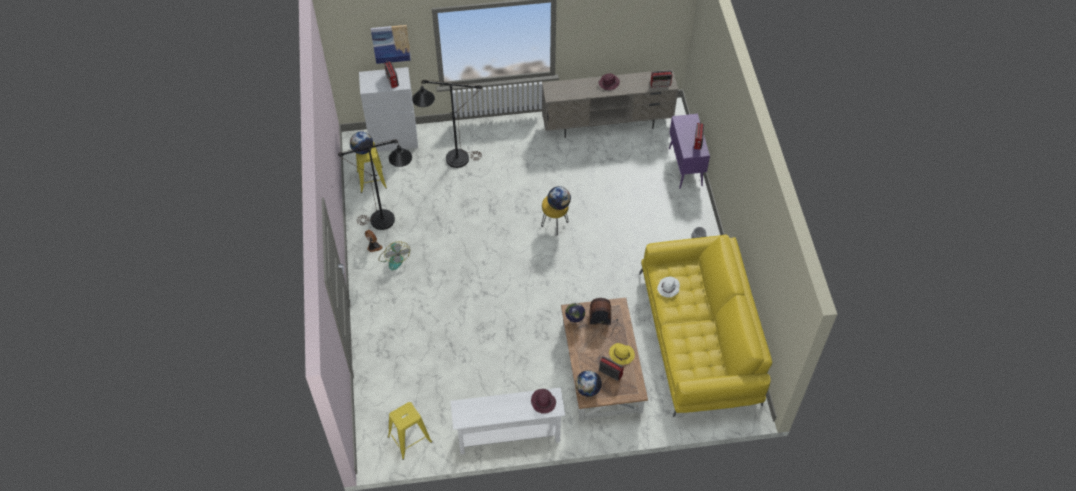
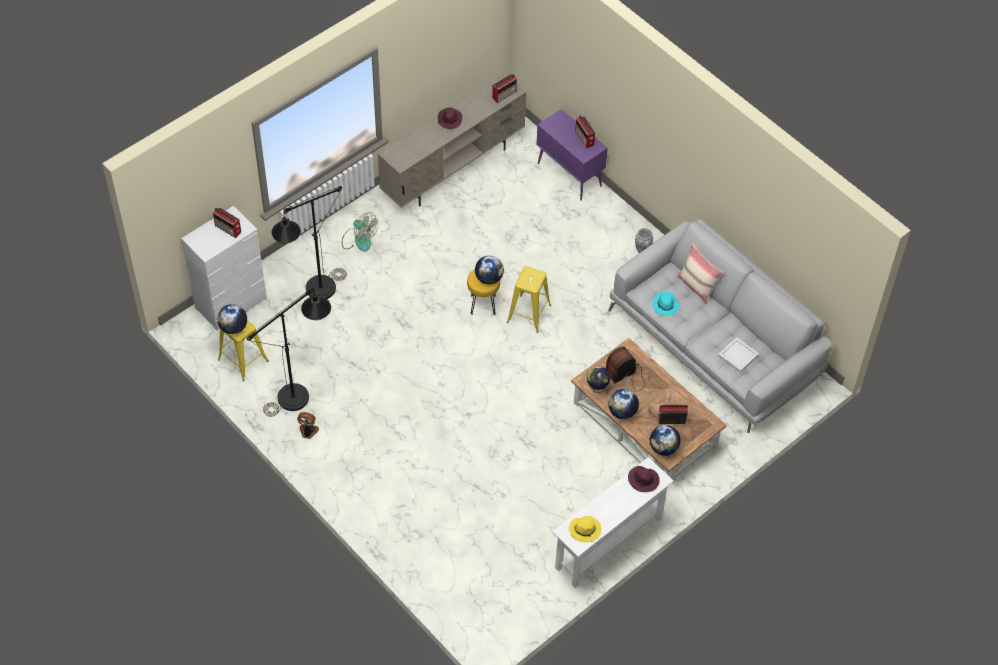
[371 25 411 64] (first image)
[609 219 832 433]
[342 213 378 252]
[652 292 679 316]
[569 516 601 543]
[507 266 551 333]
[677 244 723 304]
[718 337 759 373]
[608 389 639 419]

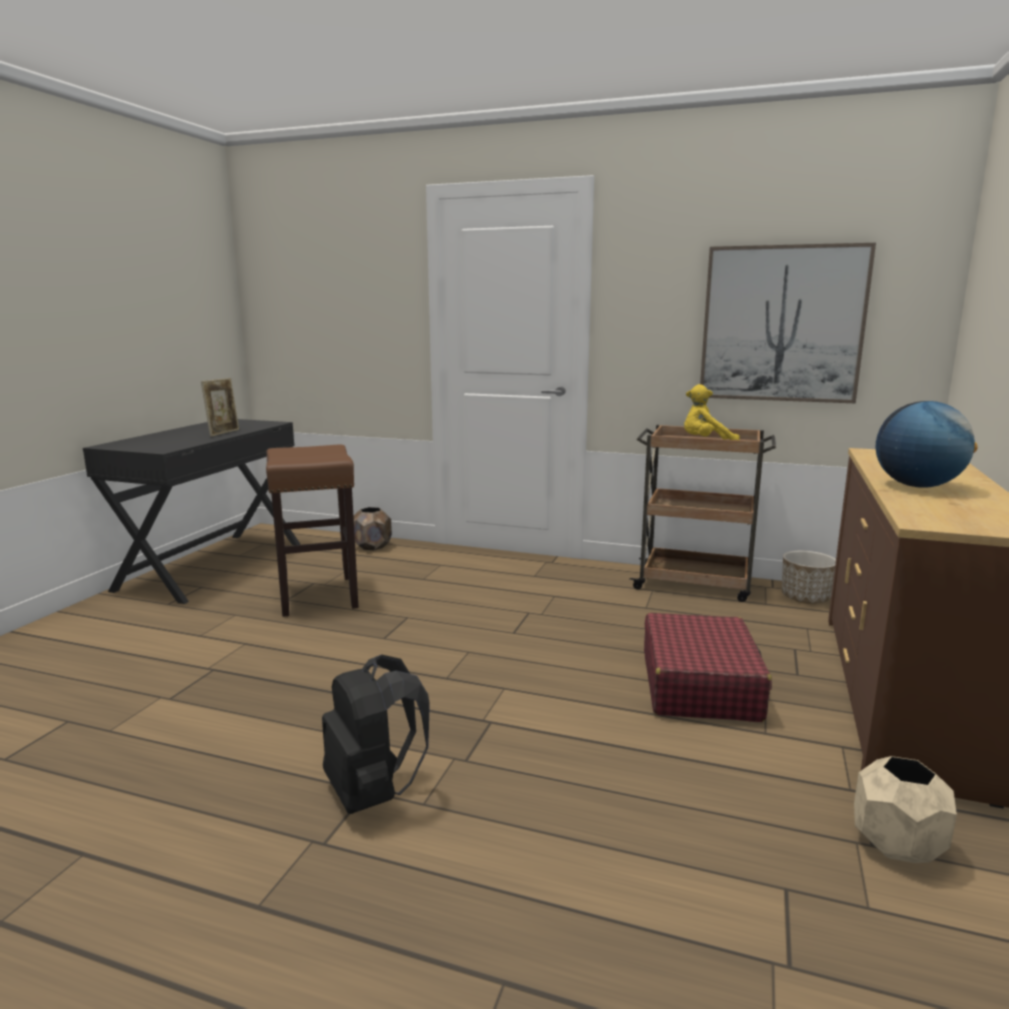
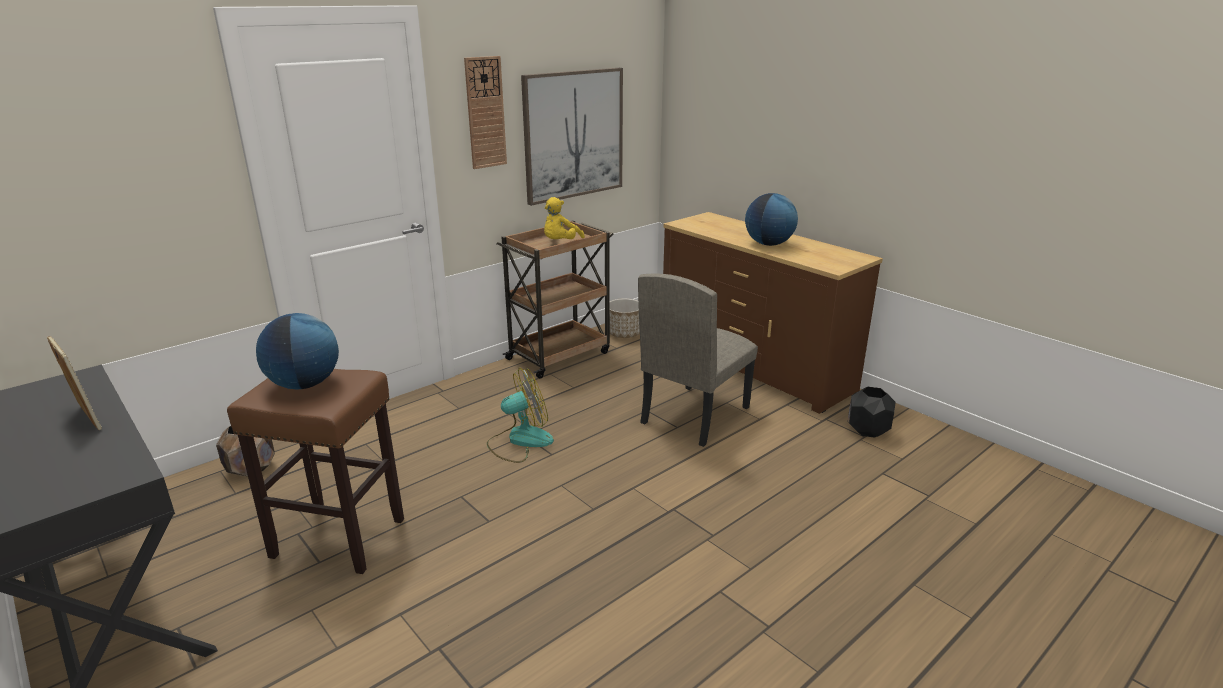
[638 274 758 447]
[322 655 430 814] (first image)
[848 387 896 438]
[464 56 507 169]
[256 313 339 390]
[487 367 554 463]

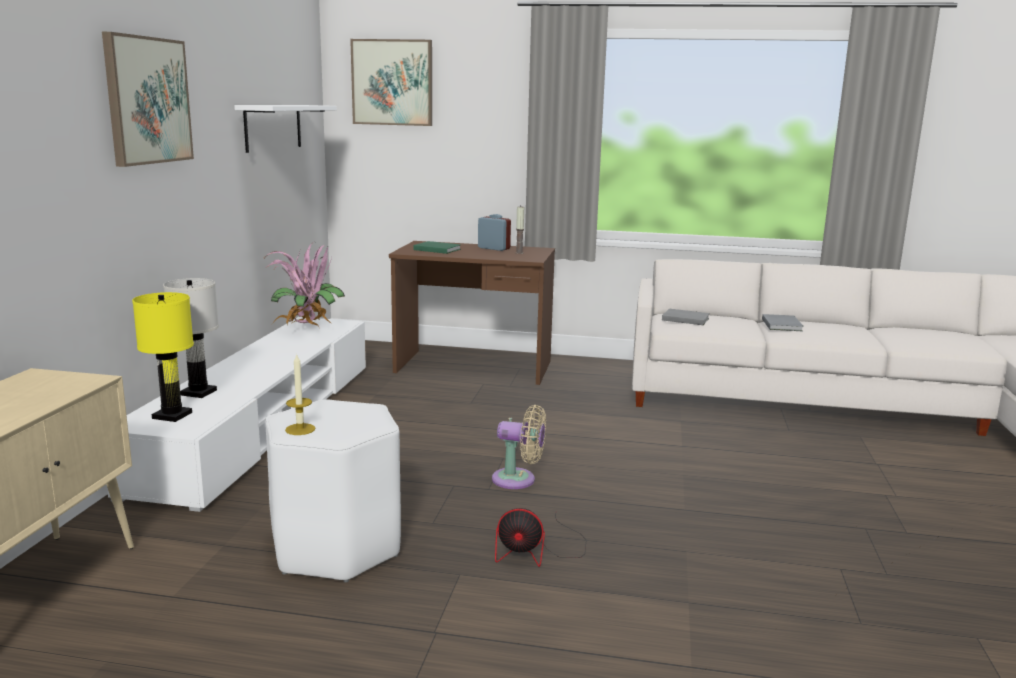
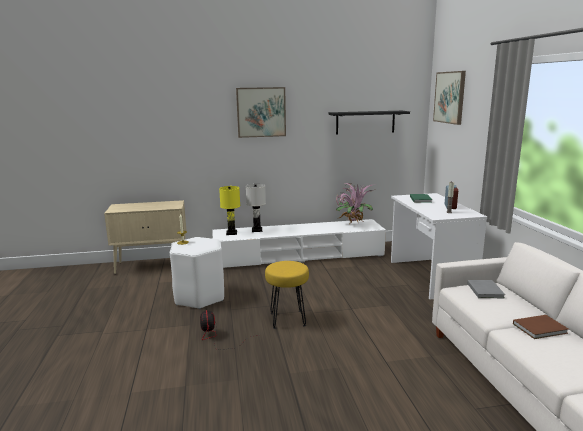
[328 111 410 134]
[391 193 487 299]
[513 315 569 339]
[265 261 309 329]

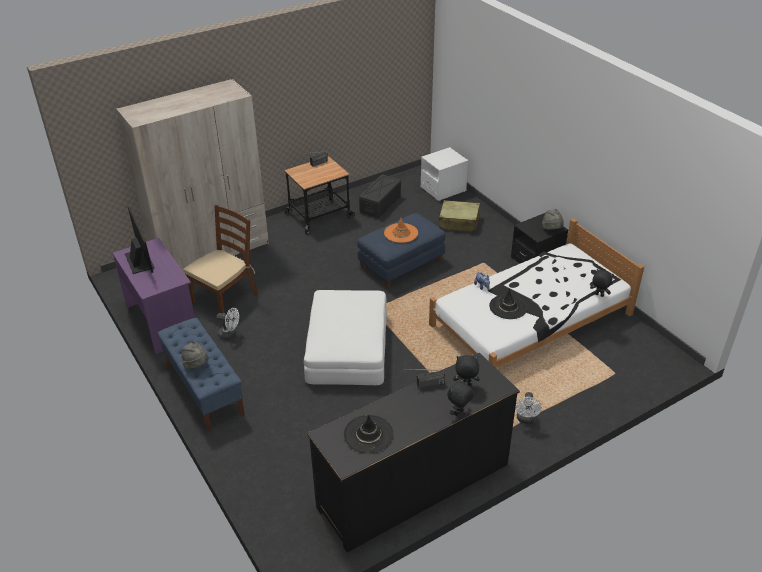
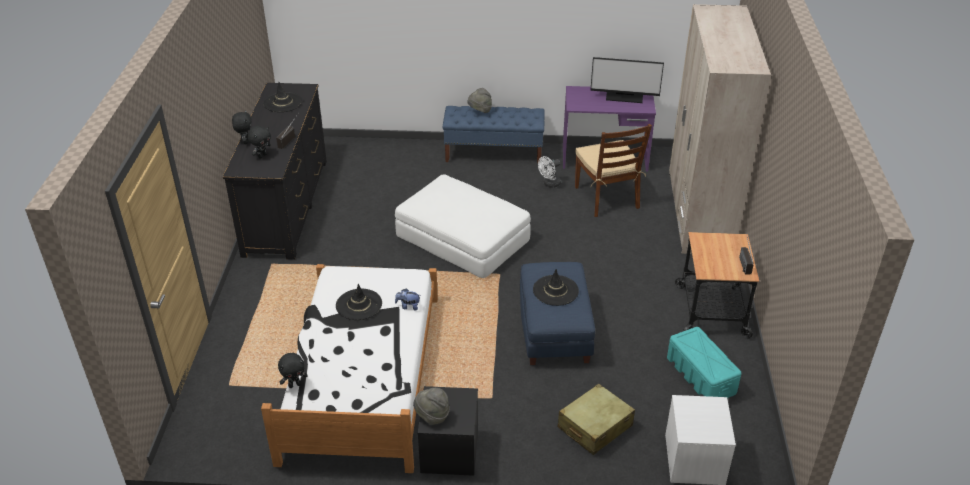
[667 327 742 398]
[533 269 579 306]
[515 392 542 424] (first image)

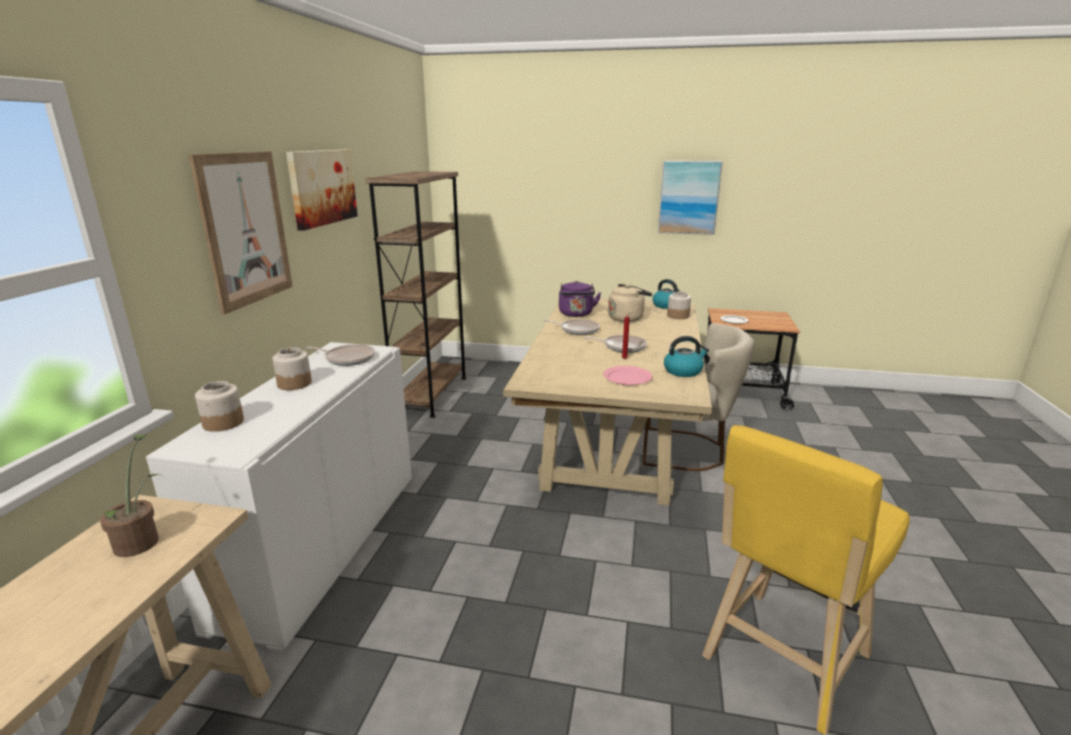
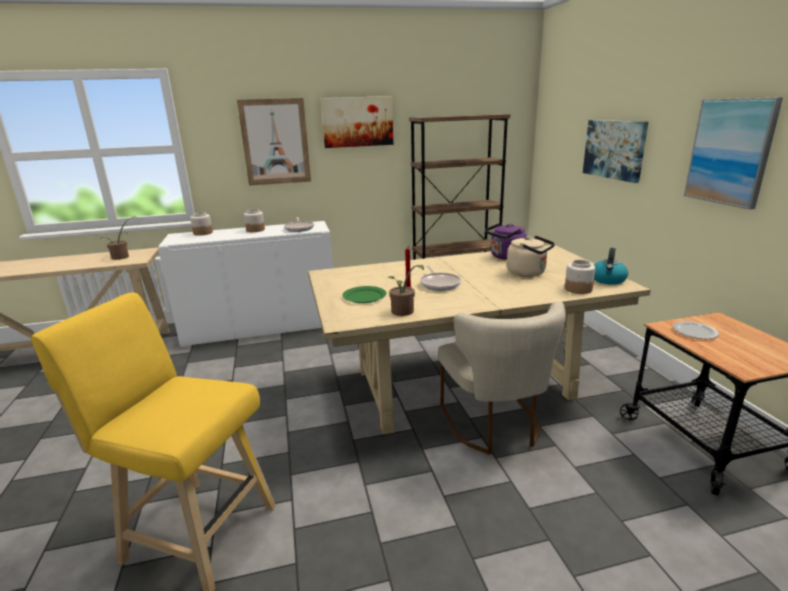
[543 319 600 335] (first image)
[388 265 424 316]
[342 286 386 303]
[583 120 648 183]

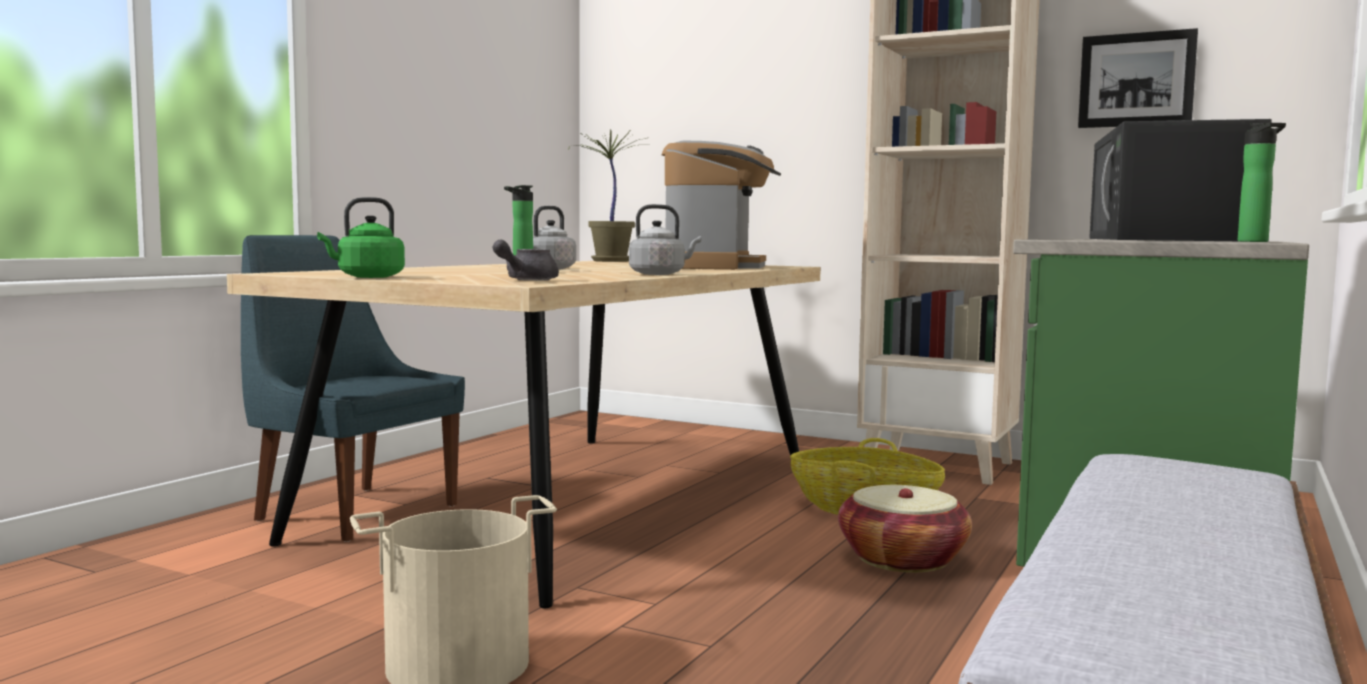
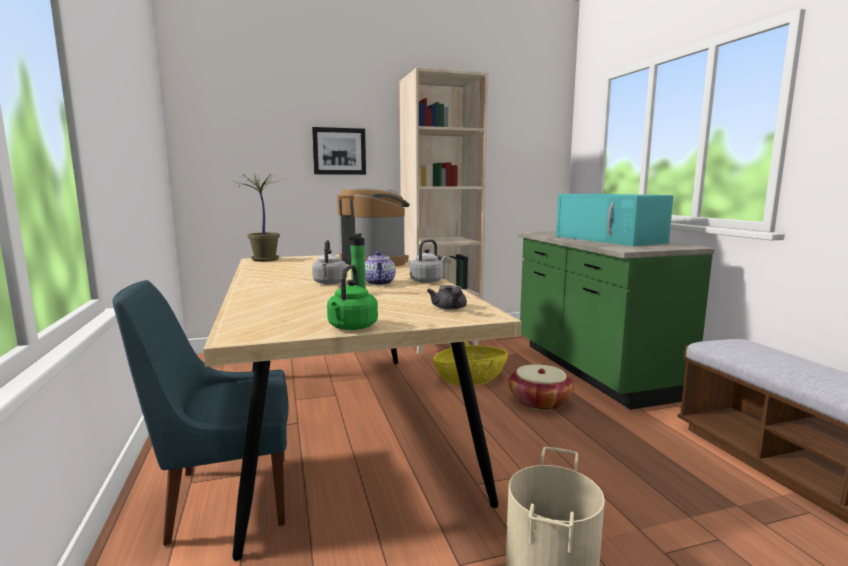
[312 127 366 175]
[556 194 674 246]
[1238 123 1286 242] (first image)
[365 251 396 285]

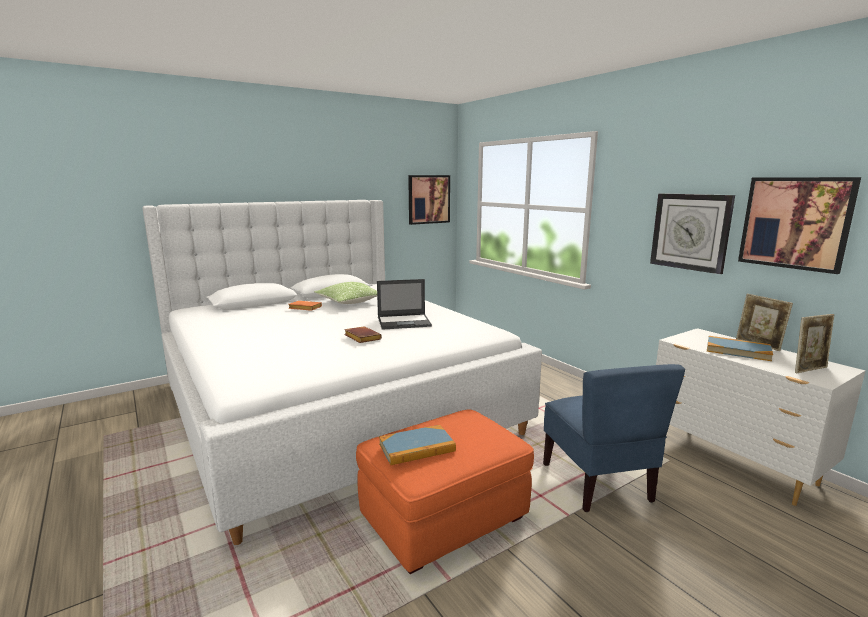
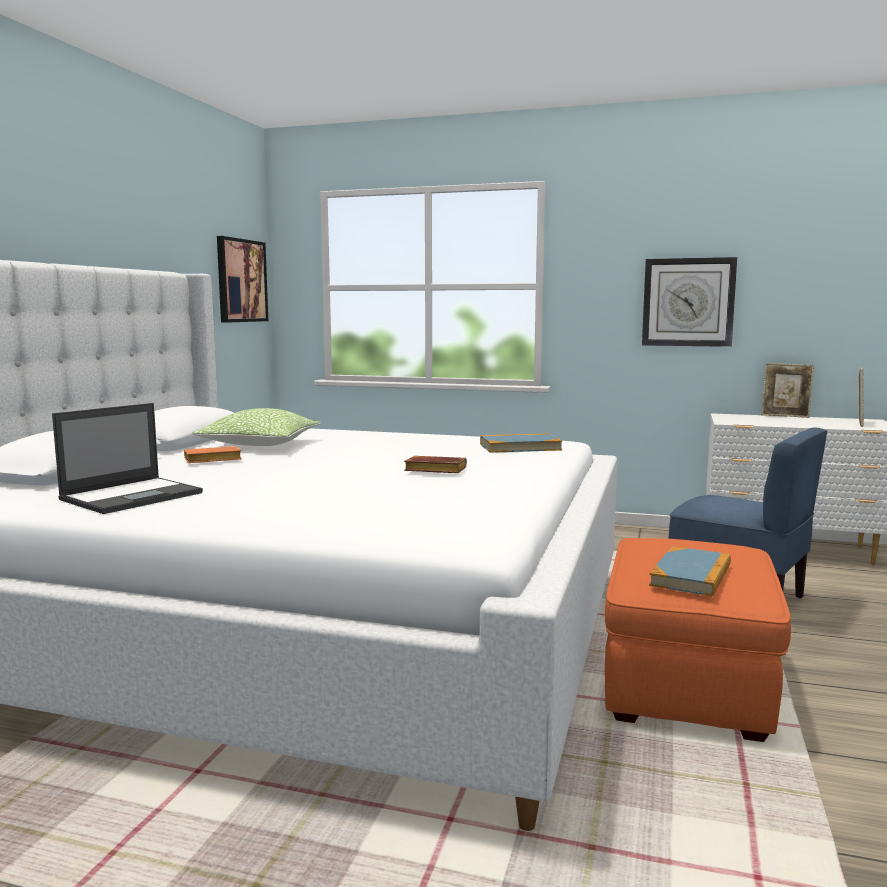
[738 177 861 274] (first image)
[52 403 203 514]
[480 433 562 453]

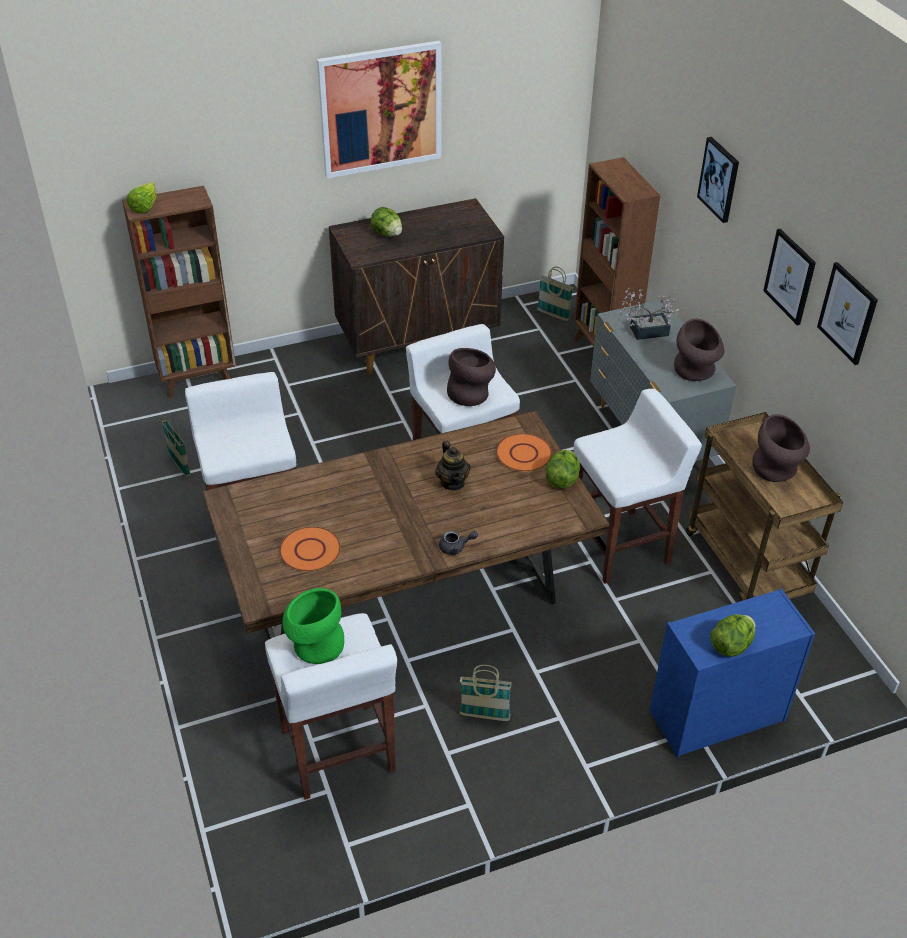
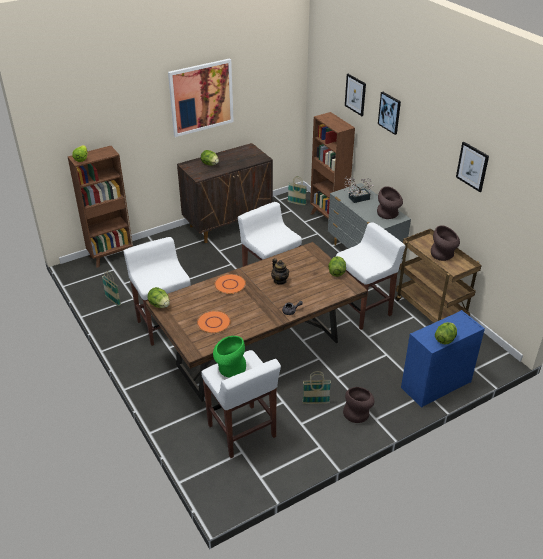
[345 74 366 116]
[343 387 375 423]
[214 274 246 294]
[147 287 170 308]

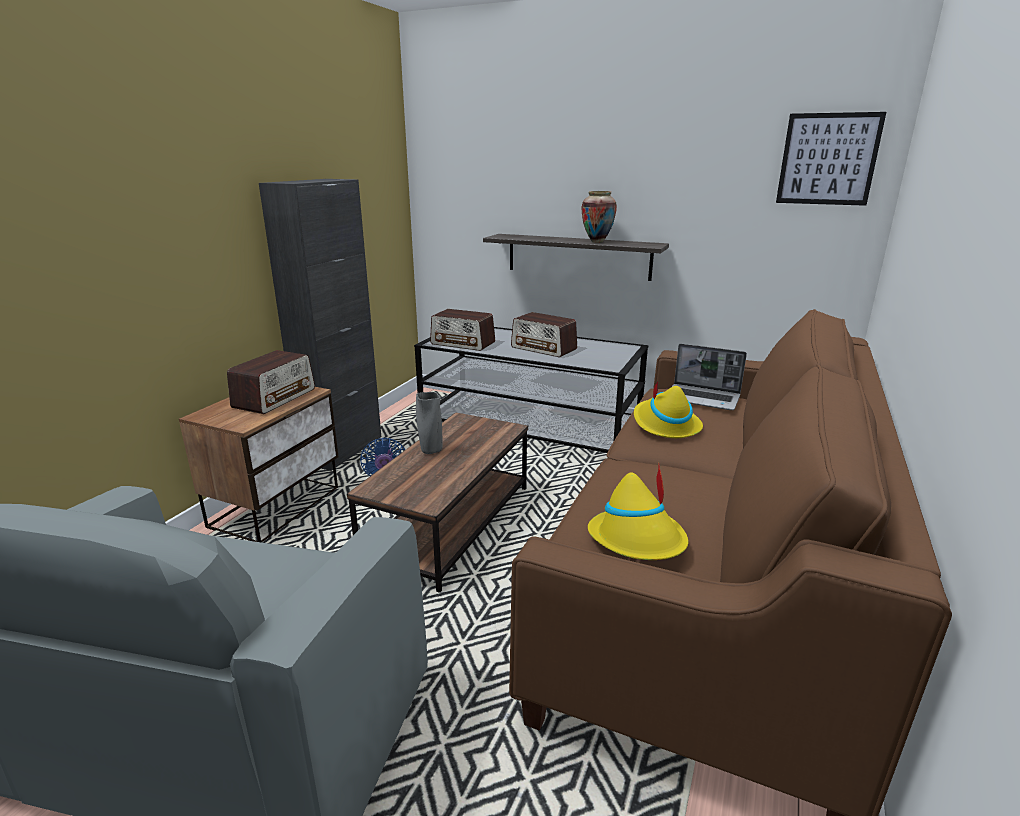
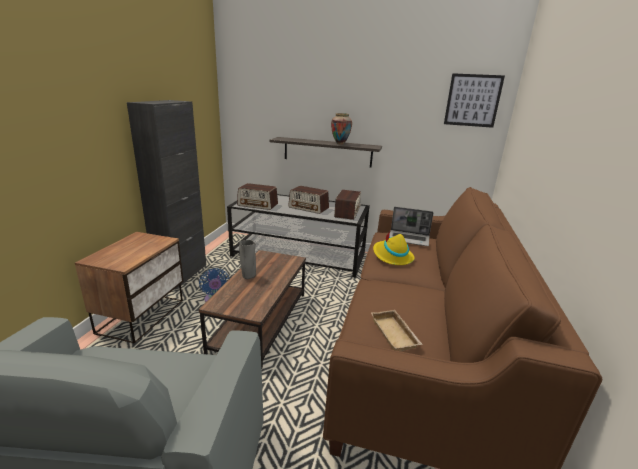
[334 190 361 220]
[371 310 423 351]

